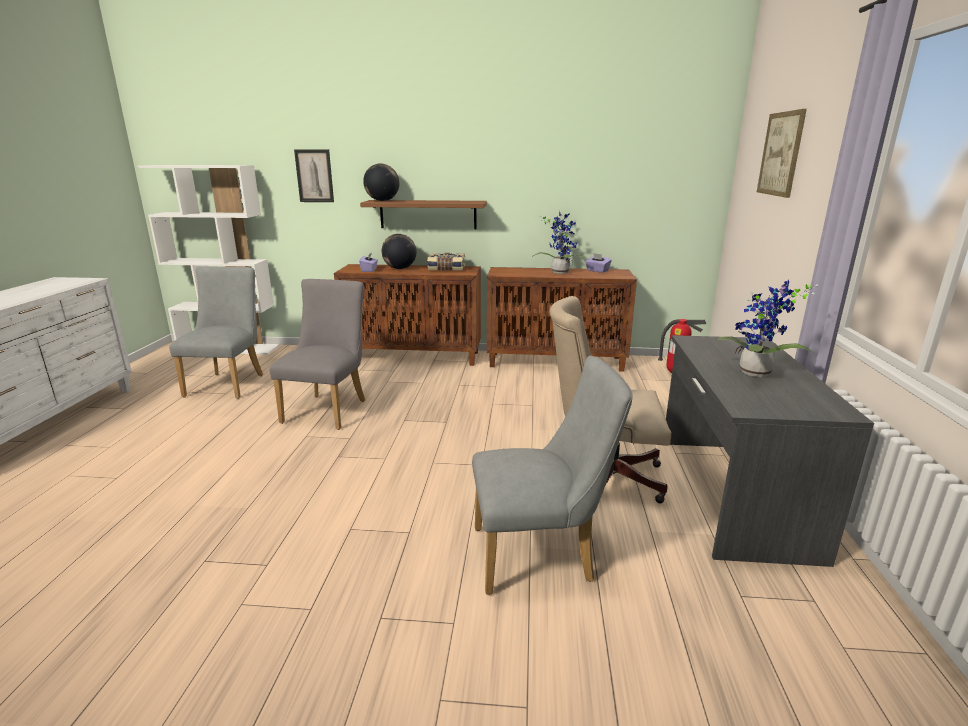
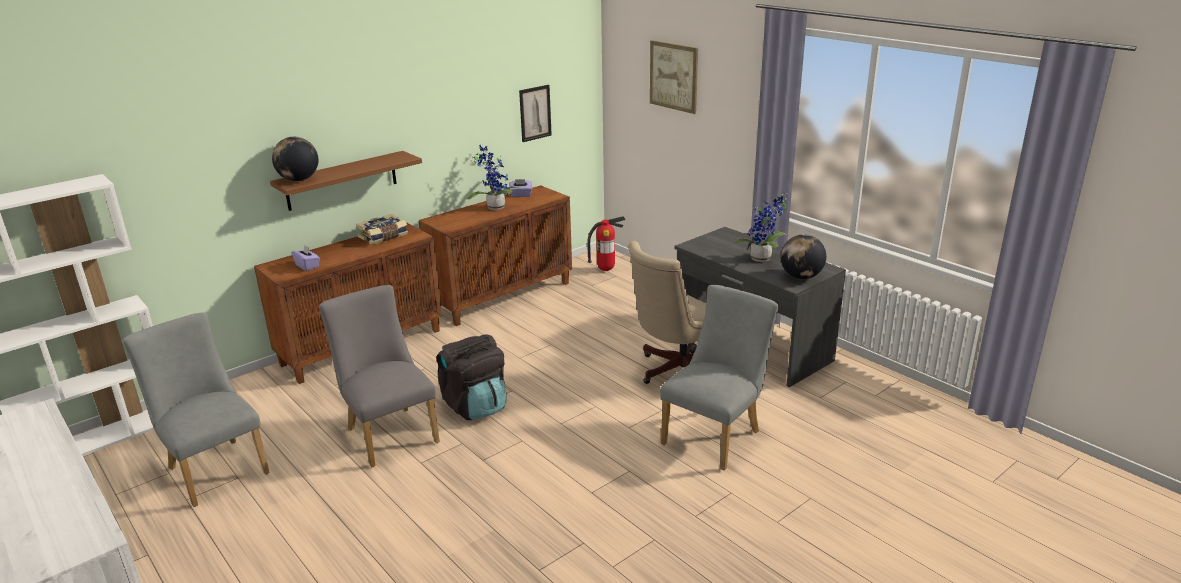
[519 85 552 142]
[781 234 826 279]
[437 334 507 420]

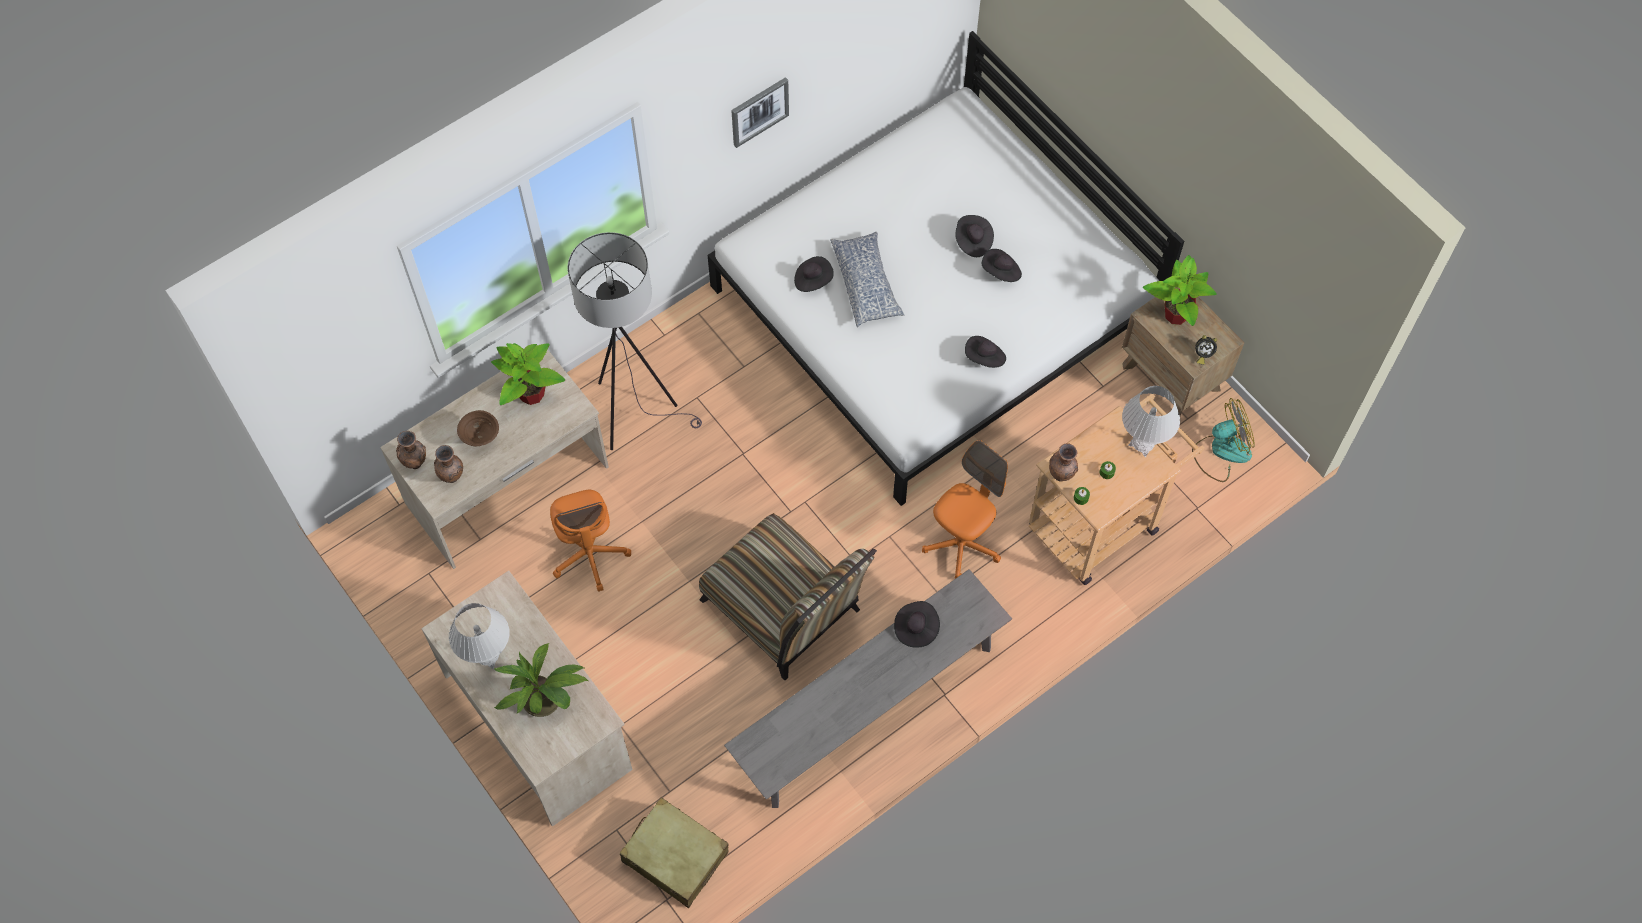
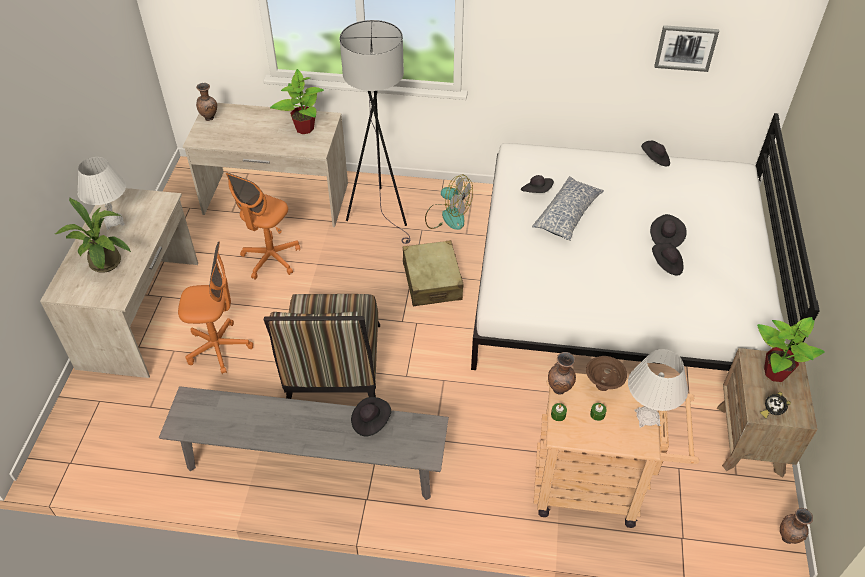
[654 25 719 72]
[641 141 670 166]
[425 174 473 230]
[586 356 627 391]
[178 241 253 374]
[780 508 813 544]
[403 240 464 307]

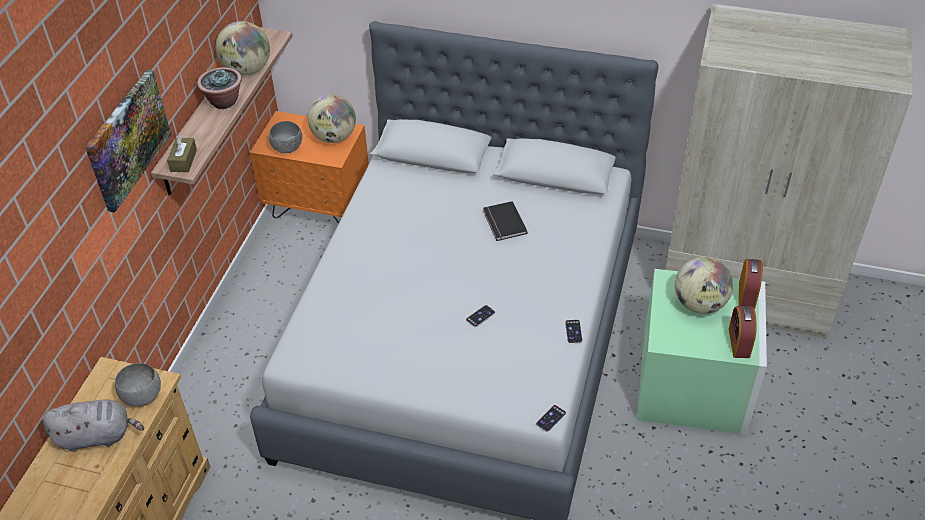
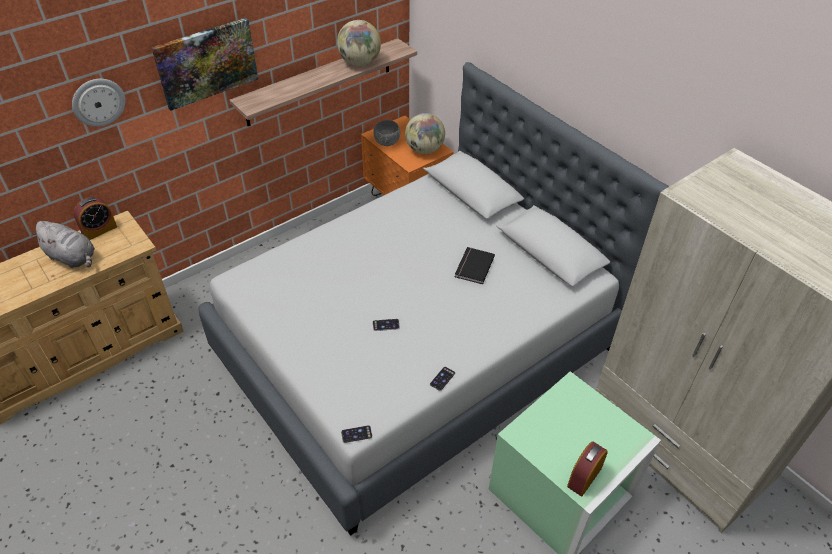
[197 67 242 109] (first image)
[167 135 197 172] (first image)
[675 257 733 314] (first image)
[74 197 117 240]
[115 363 161 407] (first image)
[72 79 125 127]

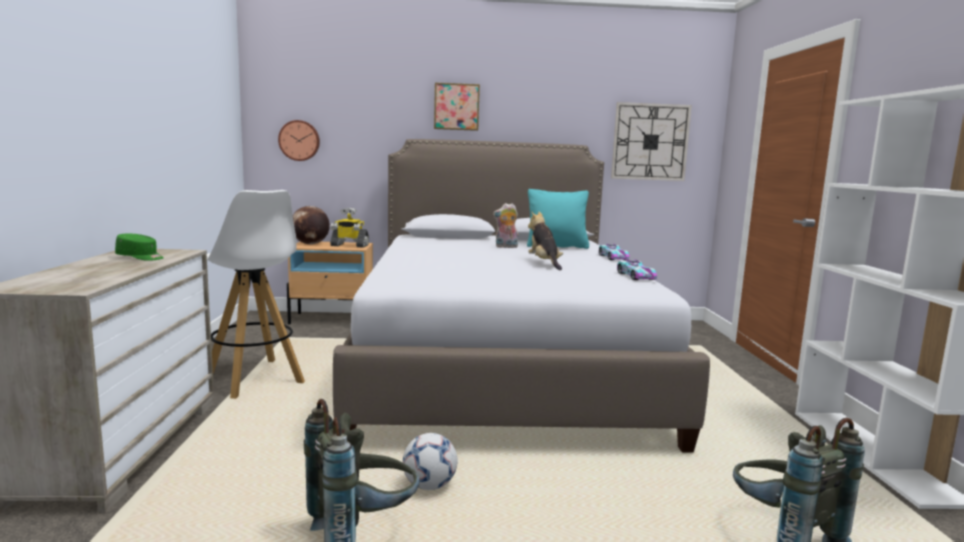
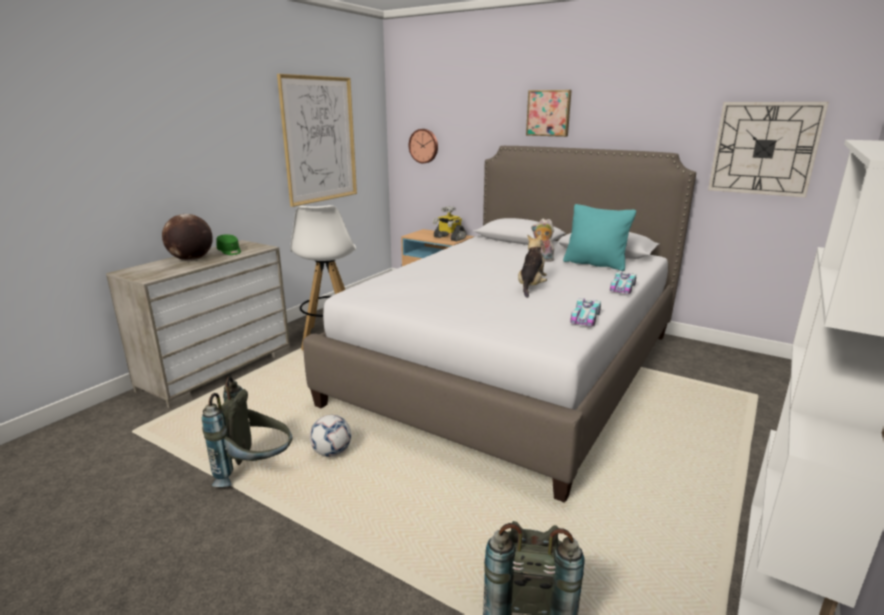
[162 214 213 261]
[277 74 357 207]

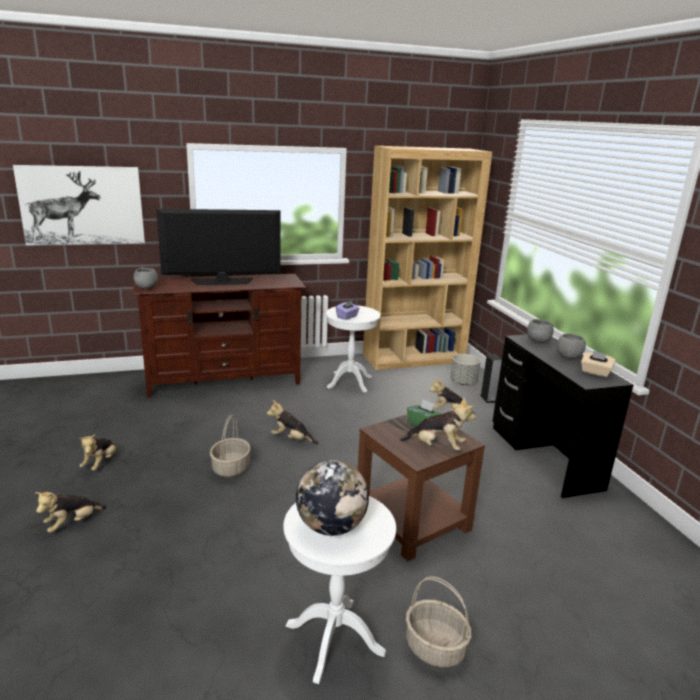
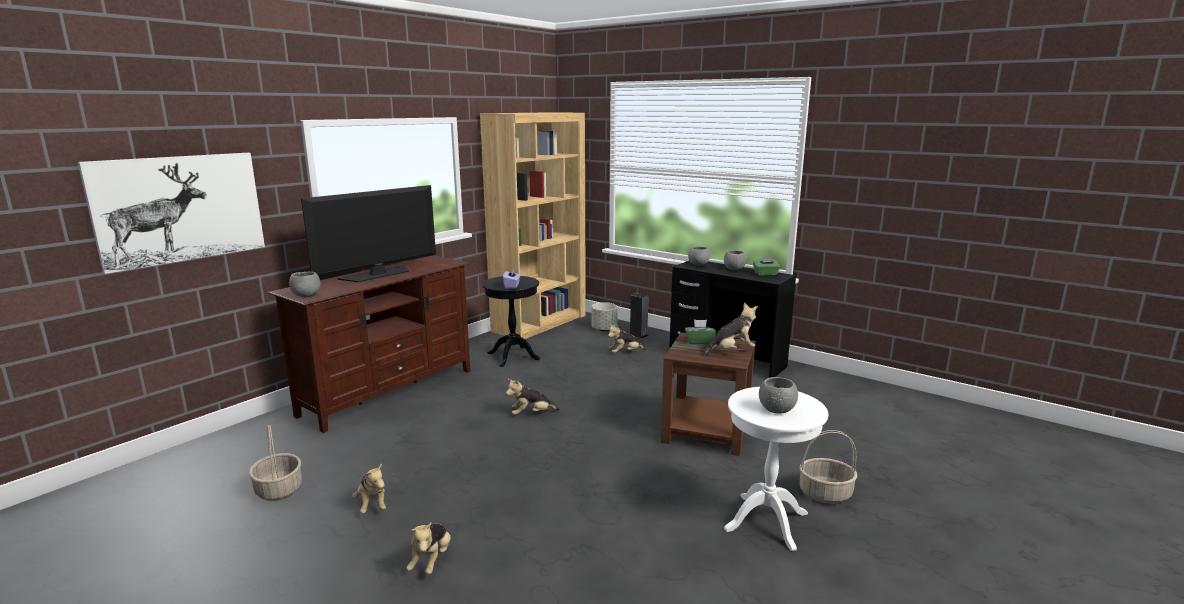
[482 276 540 367]
[753 257 780 276]
[249 425 302 501]
[759 377 798 413]

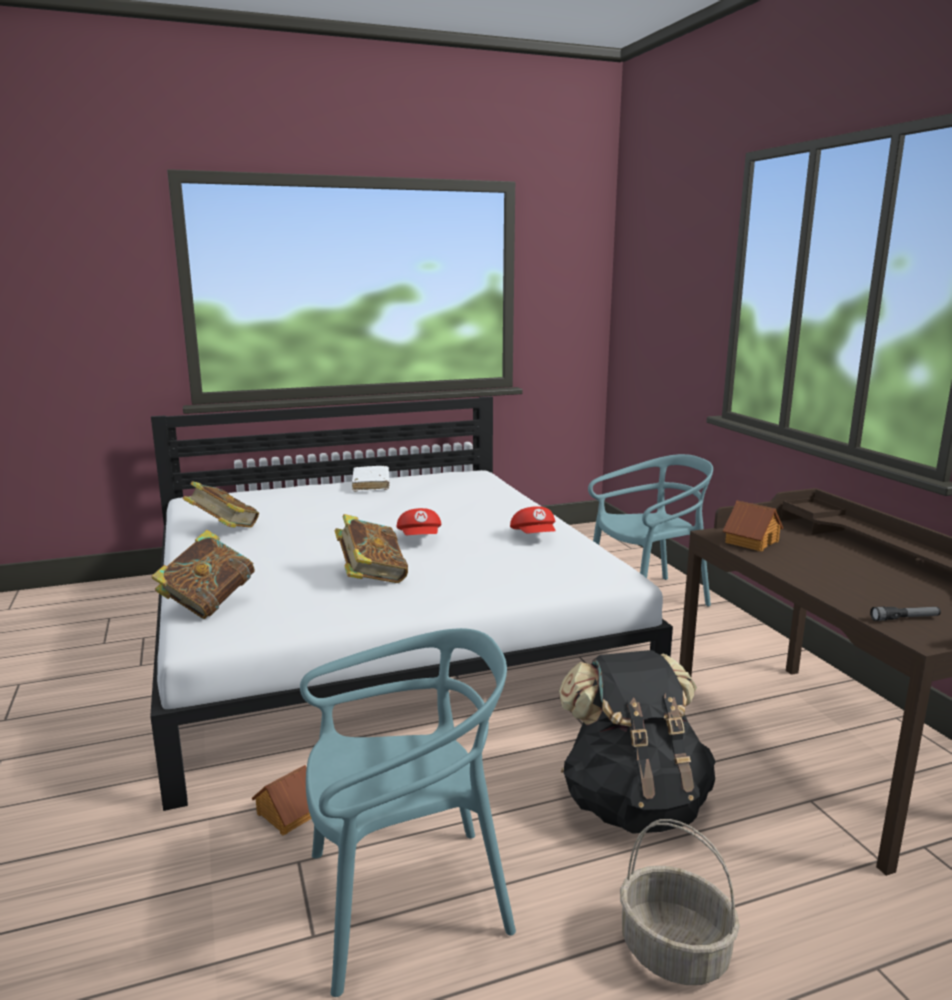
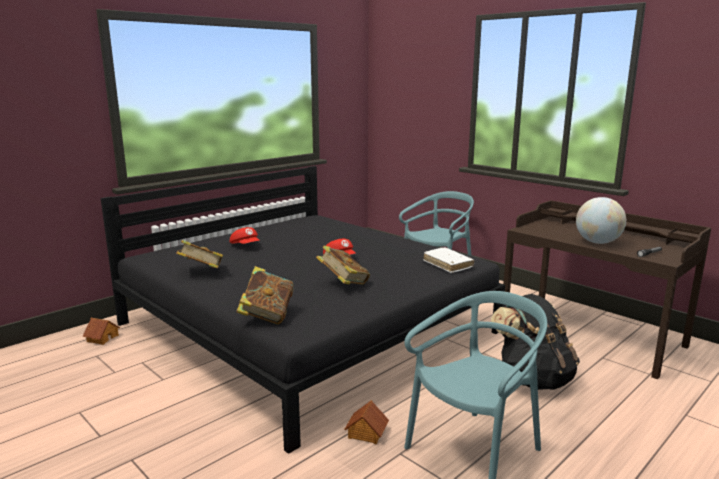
[101 166 505 454]
[424 248 474 273]
[83 318 120 345]
[230 227 260 244]
[620 819 740 985] (first image)
[576 197 626 244]

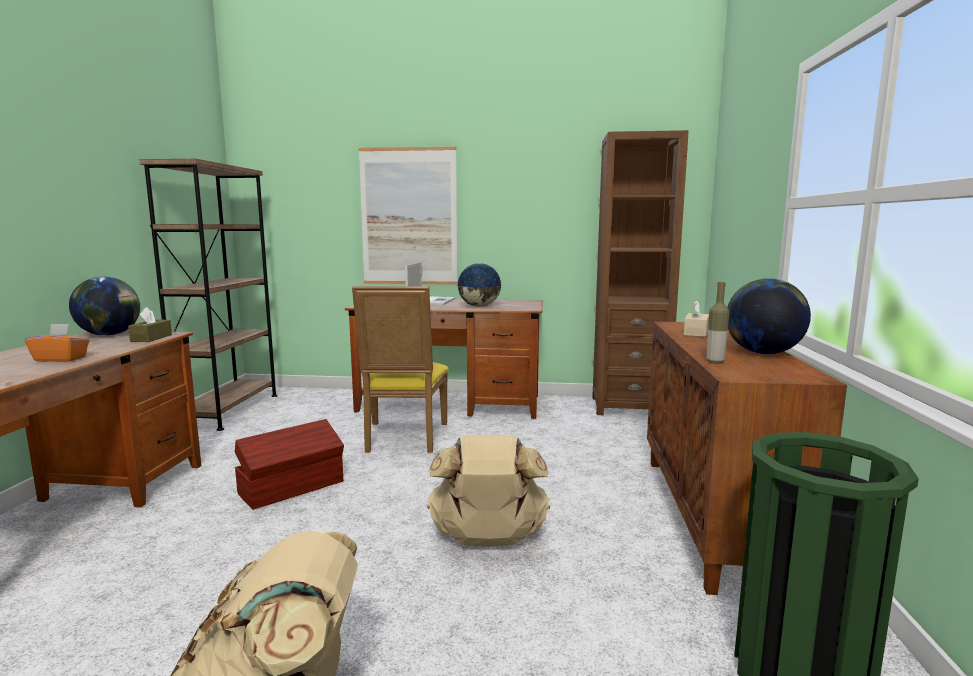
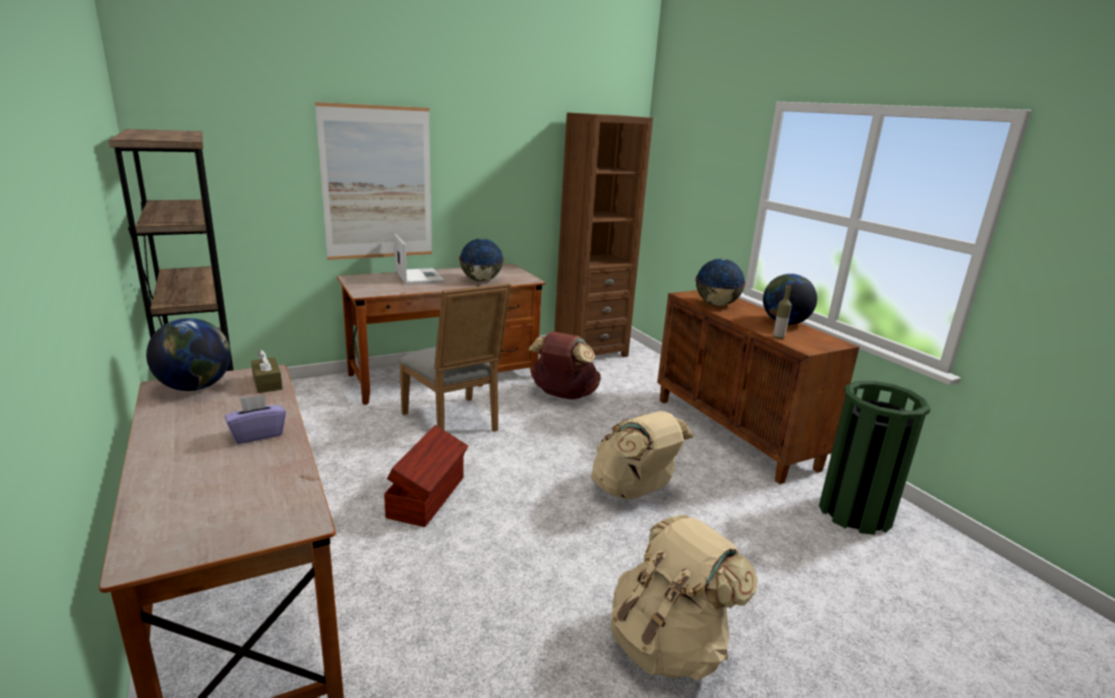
[399 283 511 432]
[695 259 746 306]
[225 394 286 444]
[528 331 601 399]

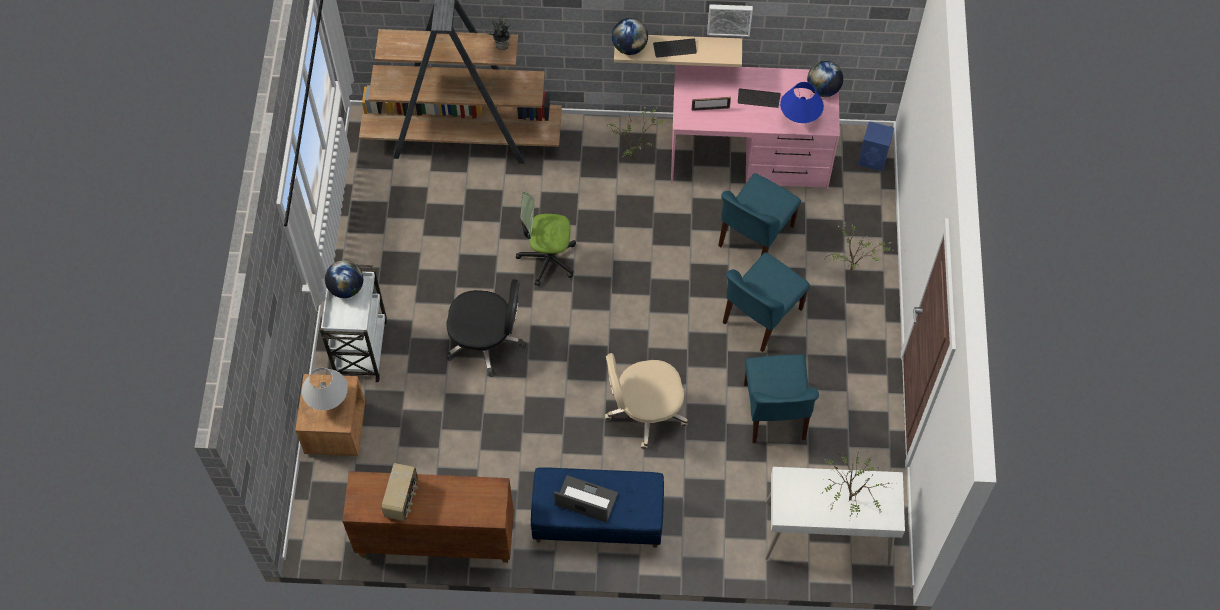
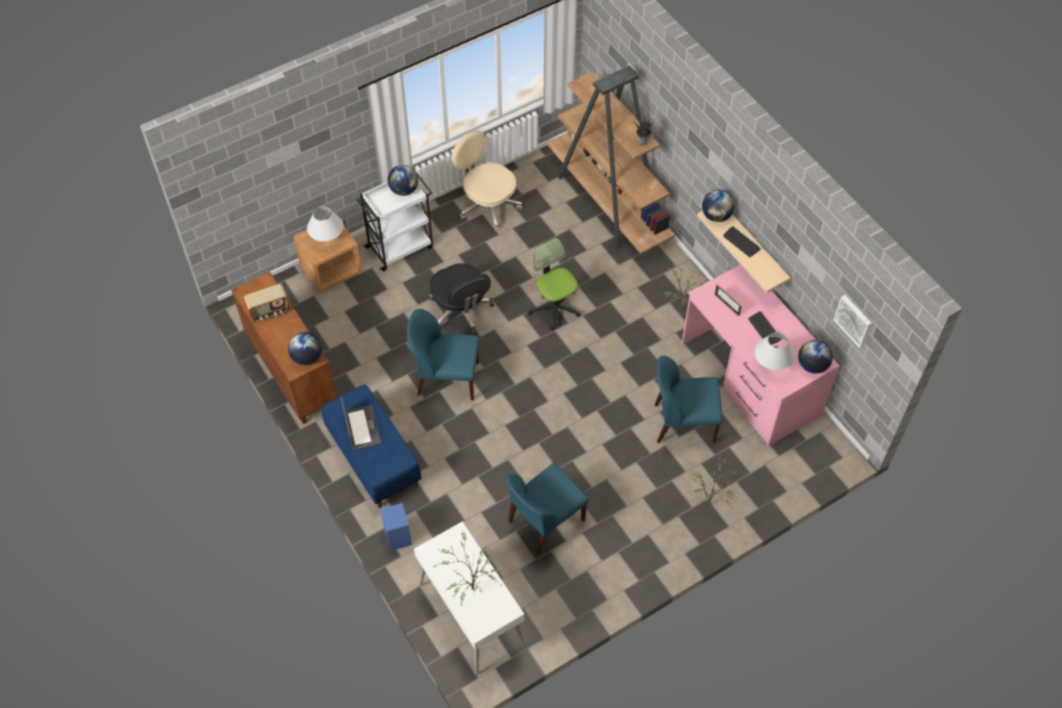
[834 295 872 348]
[754 332 795 370]
[380 503 412 551]
[407 309 479 400]
[452 131 522 230]
[288 332 322 365]

